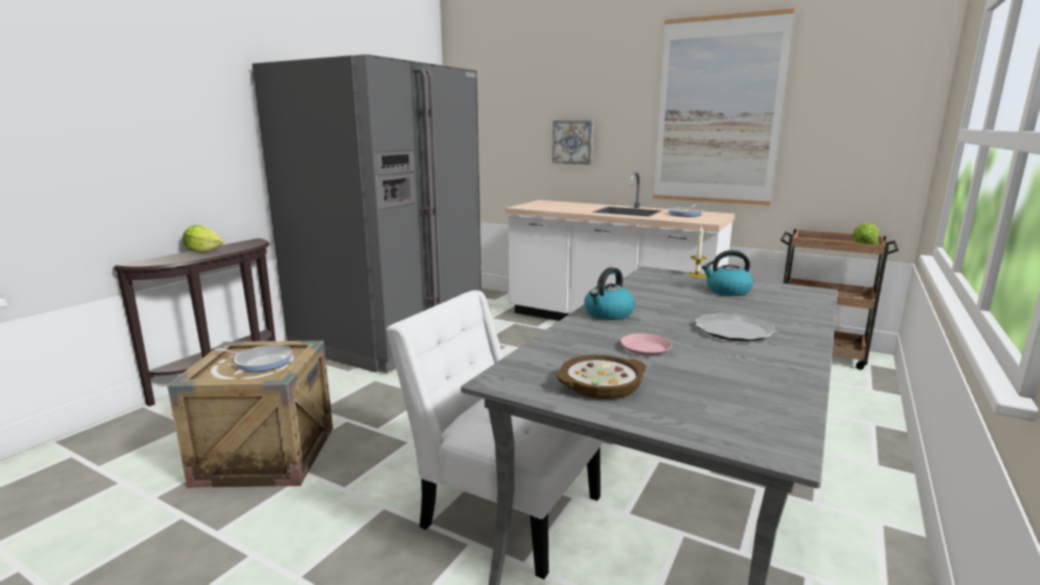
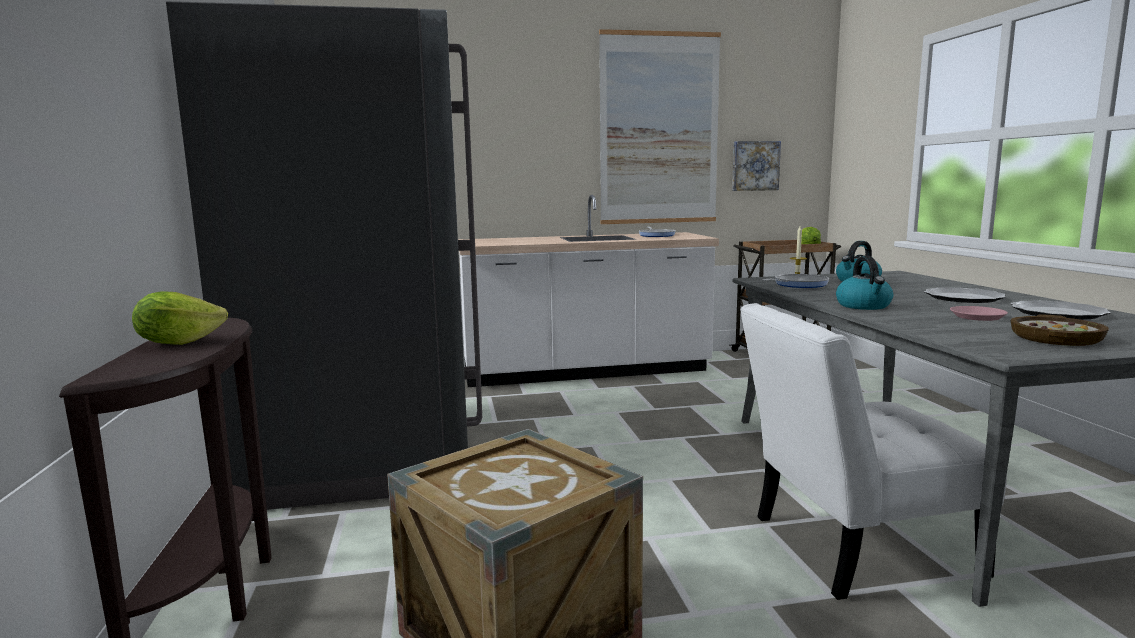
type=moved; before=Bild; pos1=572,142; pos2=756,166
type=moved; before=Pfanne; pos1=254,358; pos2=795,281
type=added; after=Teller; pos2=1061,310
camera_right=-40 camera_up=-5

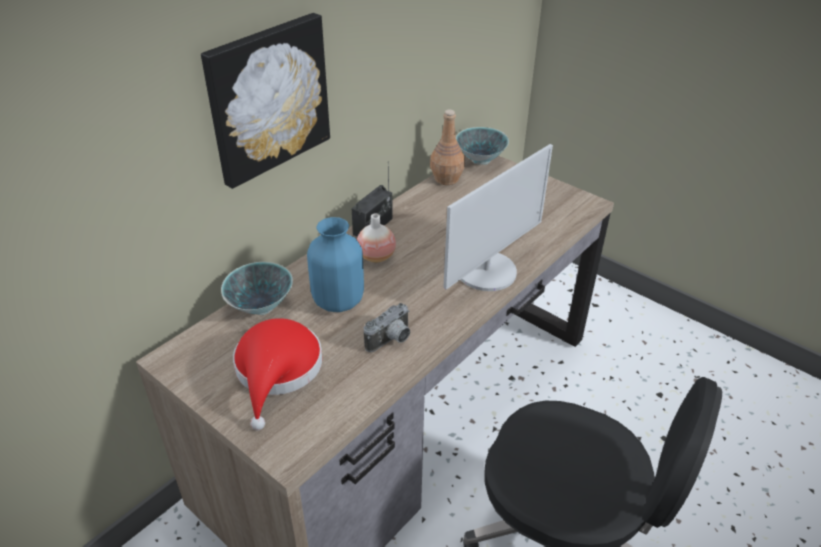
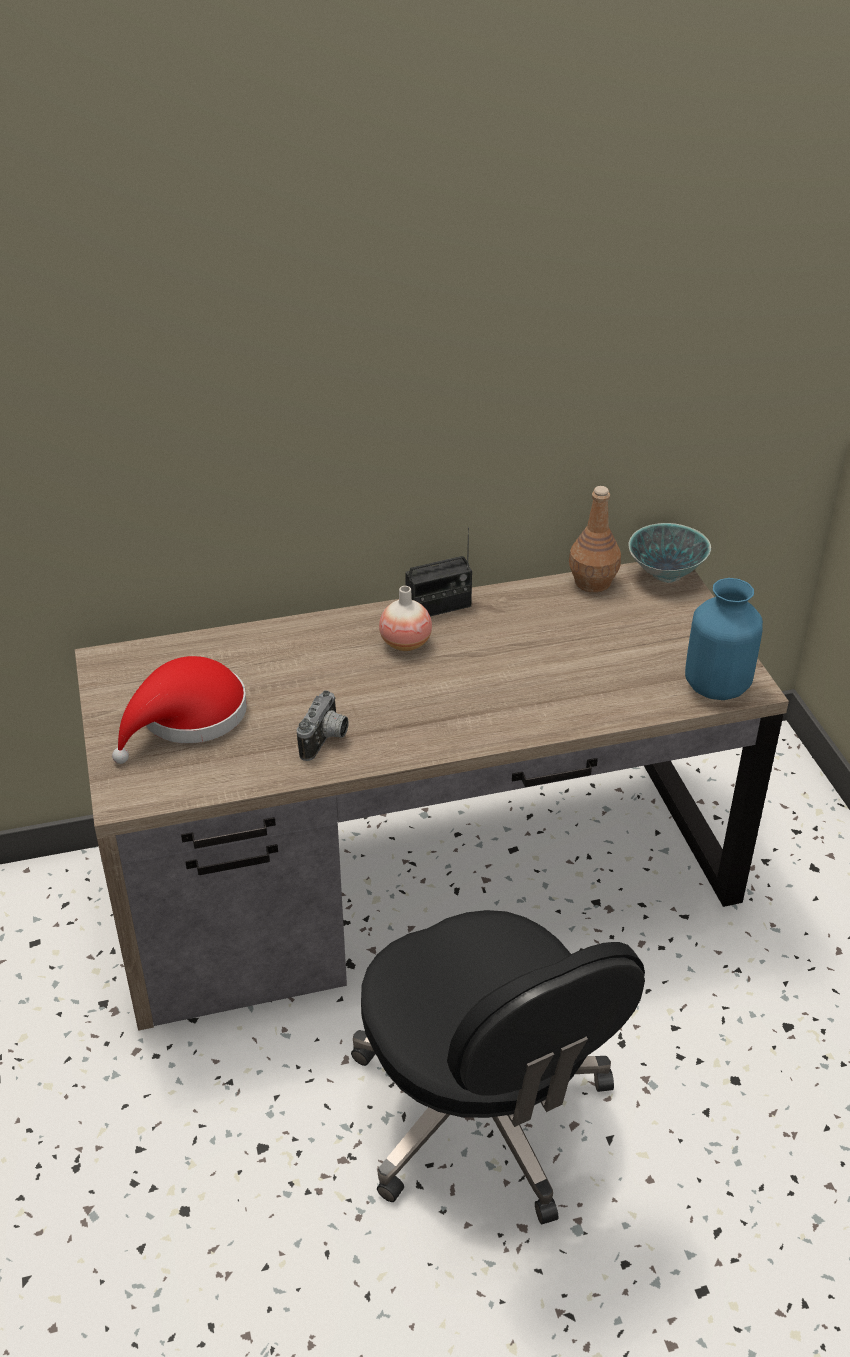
type=removed; before=Bild; pos1=265,101
type=removed; before=Monitor; pos1=498,217
type=moved; before=Vase (blau); pos1=335,264; pos2=724,639
type=removed; before=Schüssel; pos1=257,288
type=turned; before=Kamera; pos1=387,327; pos2=322,726; turn=-60
camera_right=35 camera_up=0

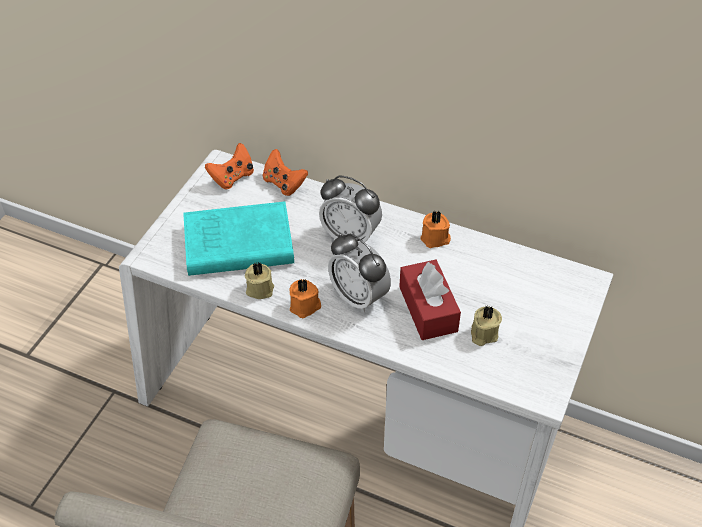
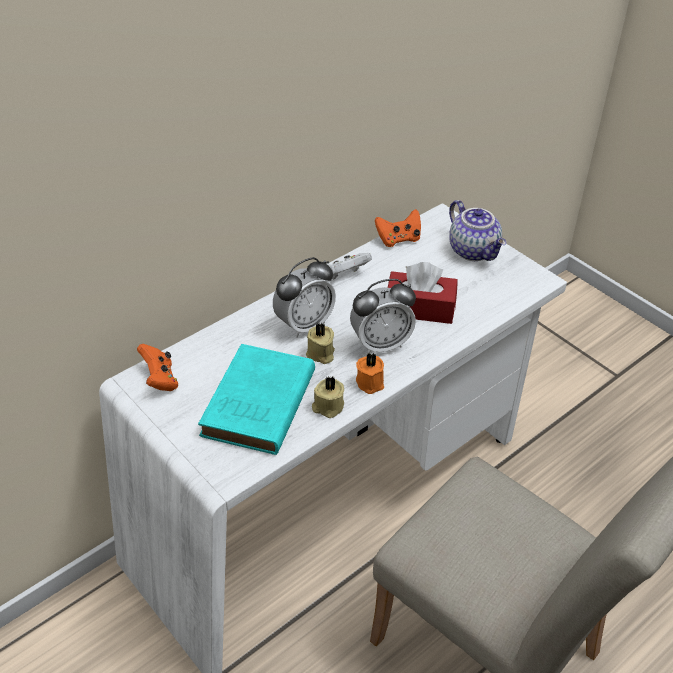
type=moved; before=Gamepad (orange); pos1=285,172; pos2=398,228
type=replaced; before=Kerze (orange); after=Gamepad (weiß); pos1=435,229; pos2=349,266
type=moved; before=Kerze (beige); pos1=486,326; pos2=320,343
type=added; after=Teekanne; pos2=477,230
camera_right=-65 camera_up=-5

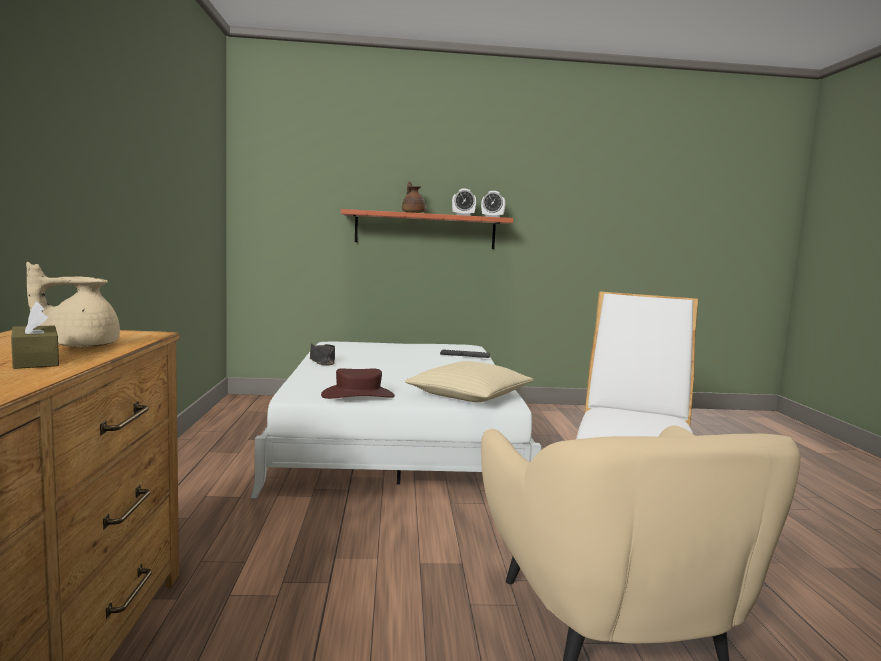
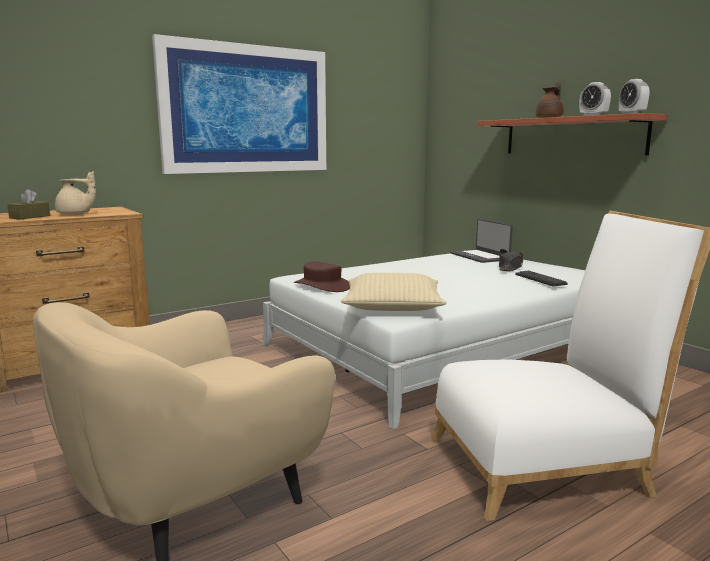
type=turned; before=Teekanne (beige); pos1=73,304; pos2=75,193; turn=150
type=moved; before=Hut (schwarz); pos1=322,354; pos2=511,260
type=added; after=Bild; pos2=239,104
type=added; after=Laptop; pos2=481,241
camera_right=60 camera_up=5

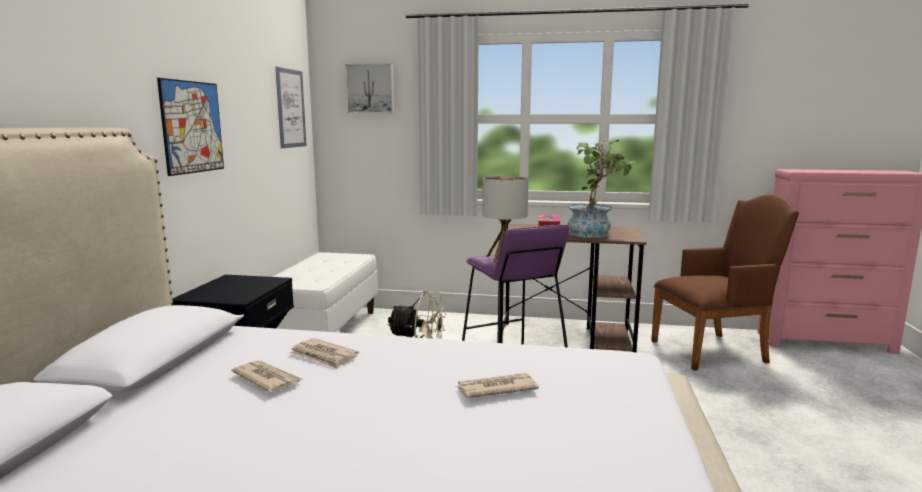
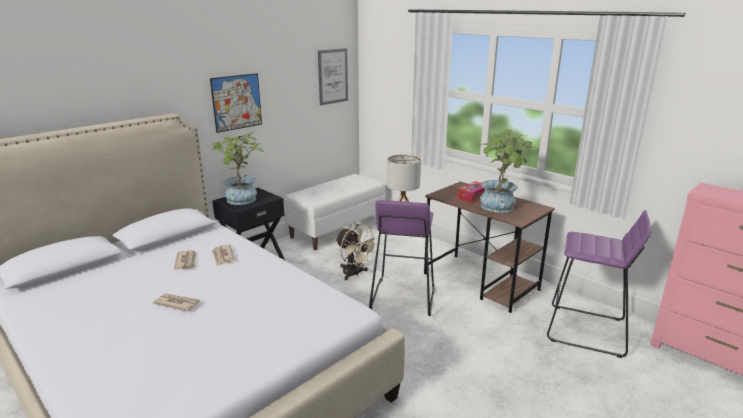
type=removed; before=Bild; pos1=369,88
type=replaced; before=Sessel (braun); after=Hocker (lila); pos1=725,283; pos2=599,284
type=moved; before=Zeitung; pos1=497,385; pos2=176,302
type=added; after=Topfpflanze; pos2=237,168
camera_right=35 camera_up=10

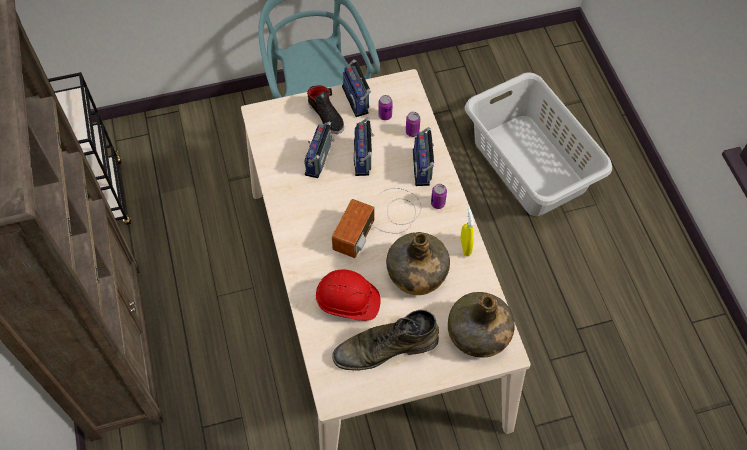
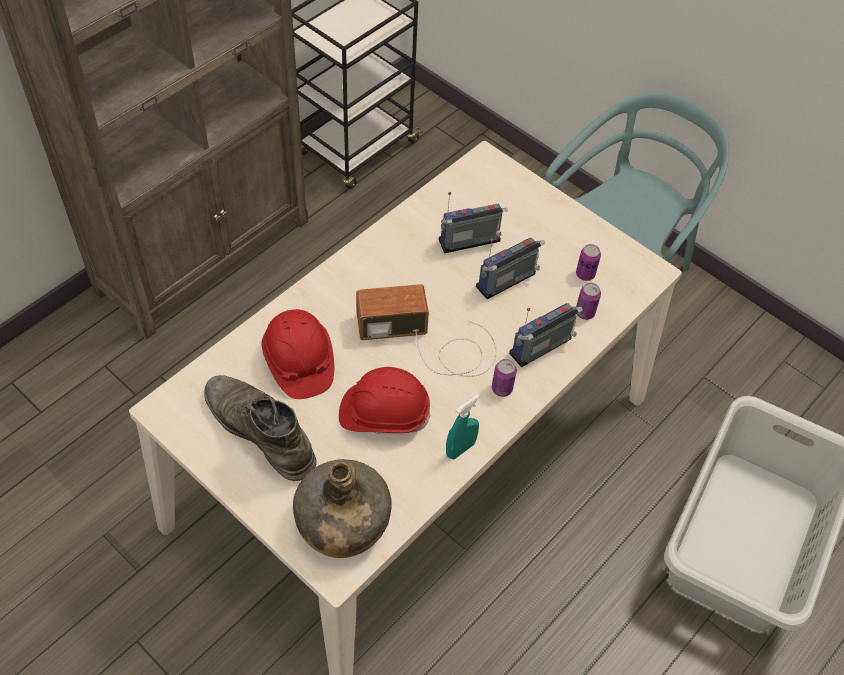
type=removed; before=Radio; pos1=356,88
type=removed; before=Schuh (schwarz); pos1=325,109
type=recoloured; before=Sprühflasche (gelb); after=Sprühflasche (türkis); pos1=467,232; pos2=463,426
type=replaced; before=Flasche (grün); after=Schutzhelm (rot); pos1=418,263; pos2=385,400
camera_right=55 camera_up=-5

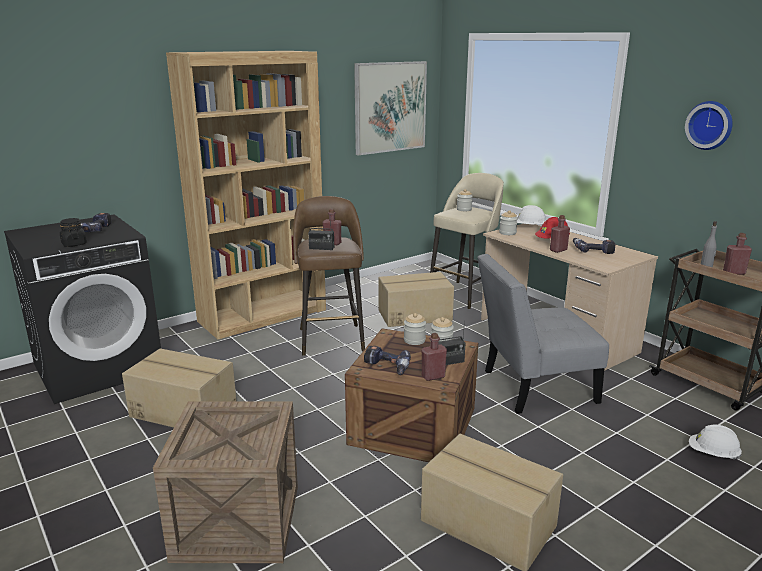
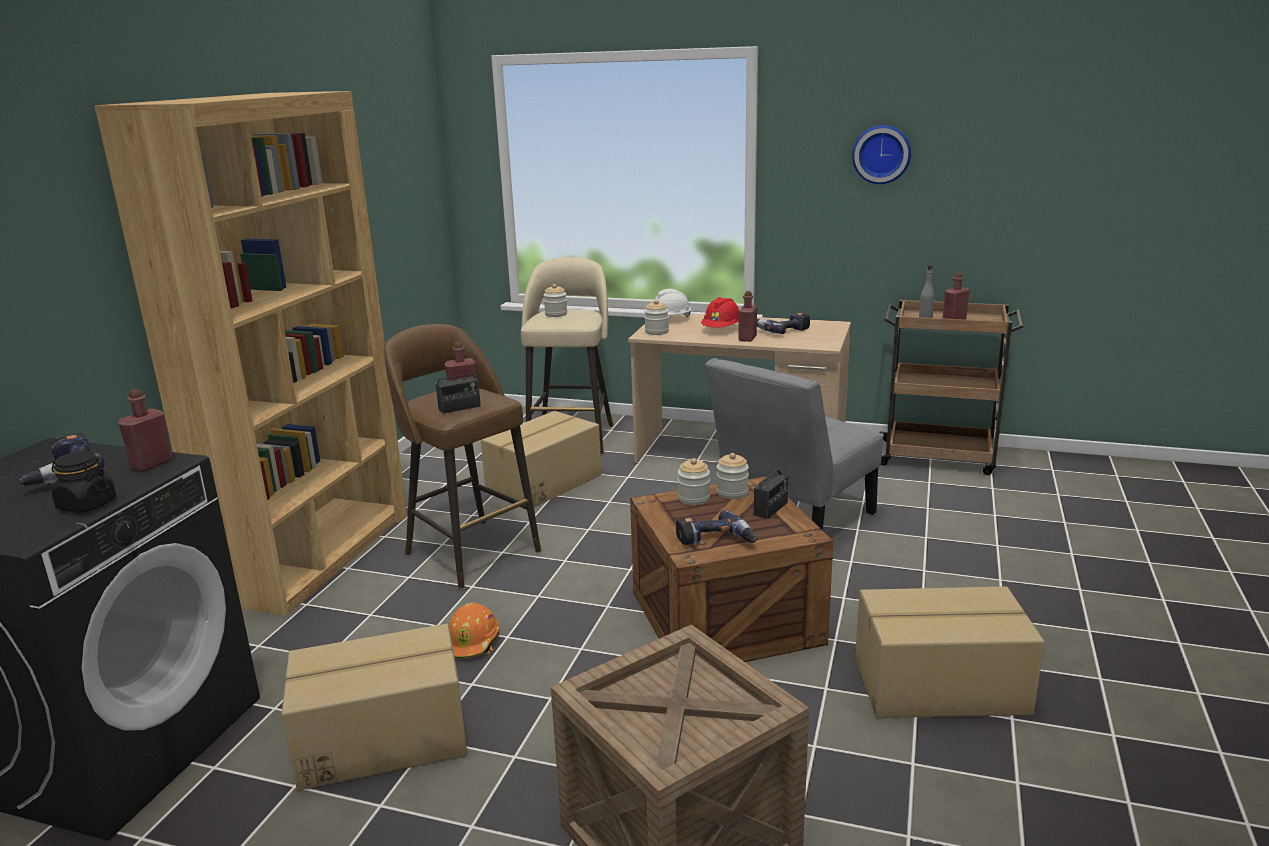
type=removed; before=Bild; pos1=390,108
type=moved; before=Flasche (rot); pos1=434,357; pos2=145,430
type=removed; before=Schutzhelm (weiß); pos1=715,442
type=added; after=Schutzhelm (orange); pos2=474,630
camera_right=-35 camera_up=0

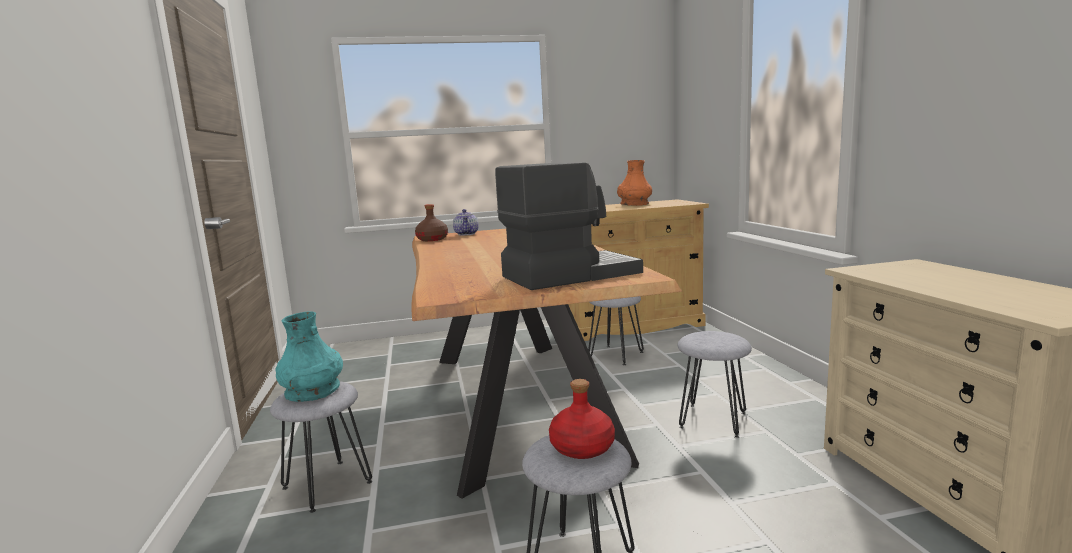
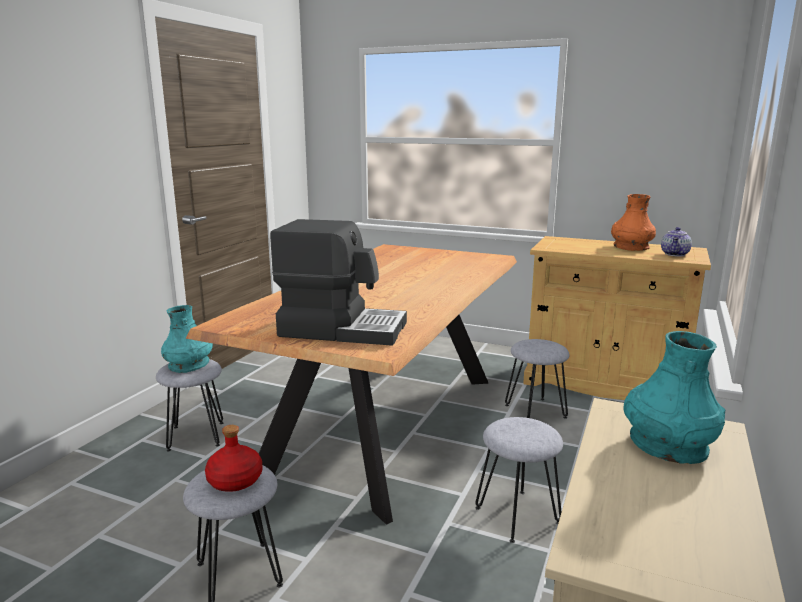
type=removed; before=Flasche (braun); pos1=431,222
type=moved; before=Teekanne; pos1=466,222; pos2=676,242
type=added; after=Vase (türkis); pos2=674,397
camera_right=35 camera_up=5

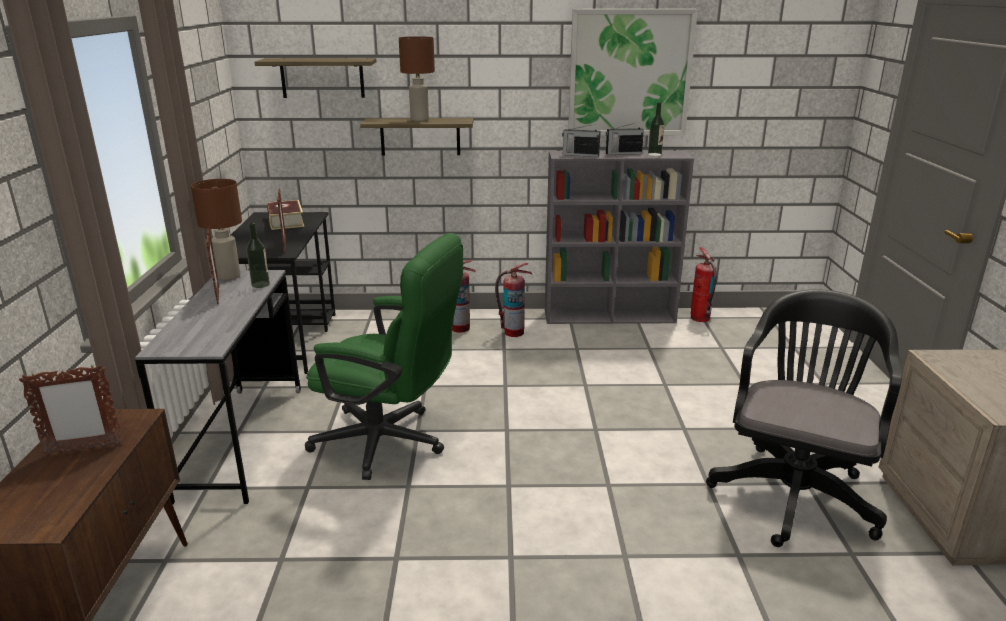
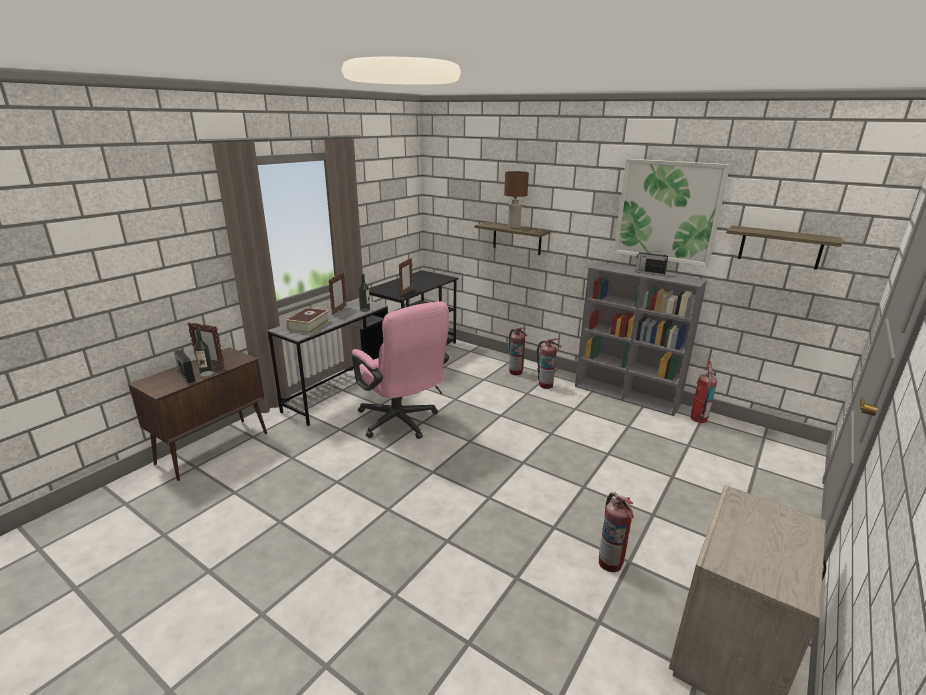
type=moved; before=Wandregal; pos1=315,78; pos2=784,247
type=moved; before=Flasche; pos1=656,129; pos2=204,353
type=moved; before=Radio; pos1=581,140; pos2=184,366
type=removed; before=Tischlampe (braun); pos1=216,229
type=moved; before=Buch; pos1=285,215; pos2=308,320
type=recoloured; before=Bürostuhl (grün); after=Bürostuhl (rosa); pos1=384,356; pos2=400,370
type=replaced; before=Bürostuhl (schwarz); after=Feuerlöscher; pos1=804,418; pos2=616,532
camera_right=35 camera_up=0

